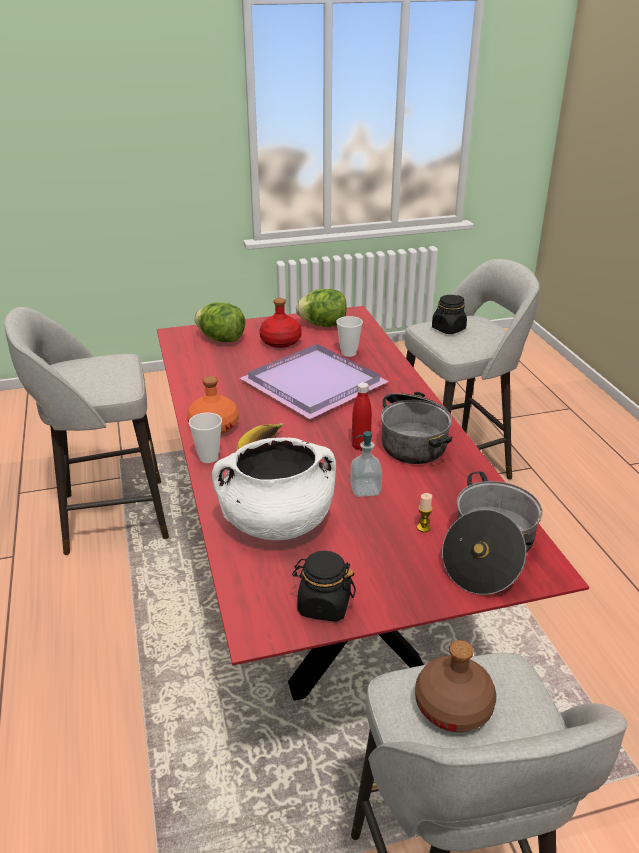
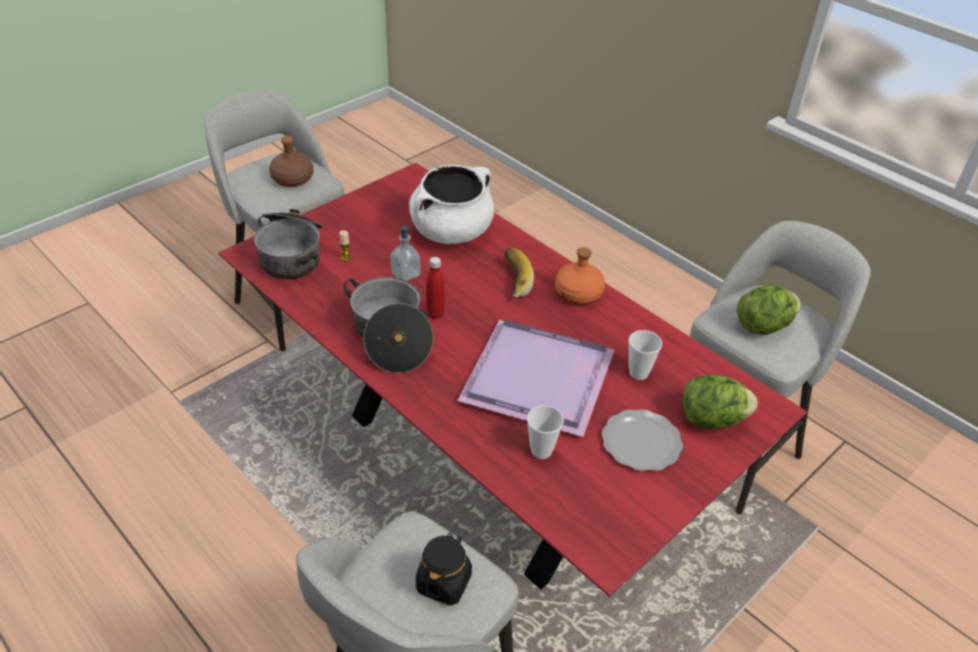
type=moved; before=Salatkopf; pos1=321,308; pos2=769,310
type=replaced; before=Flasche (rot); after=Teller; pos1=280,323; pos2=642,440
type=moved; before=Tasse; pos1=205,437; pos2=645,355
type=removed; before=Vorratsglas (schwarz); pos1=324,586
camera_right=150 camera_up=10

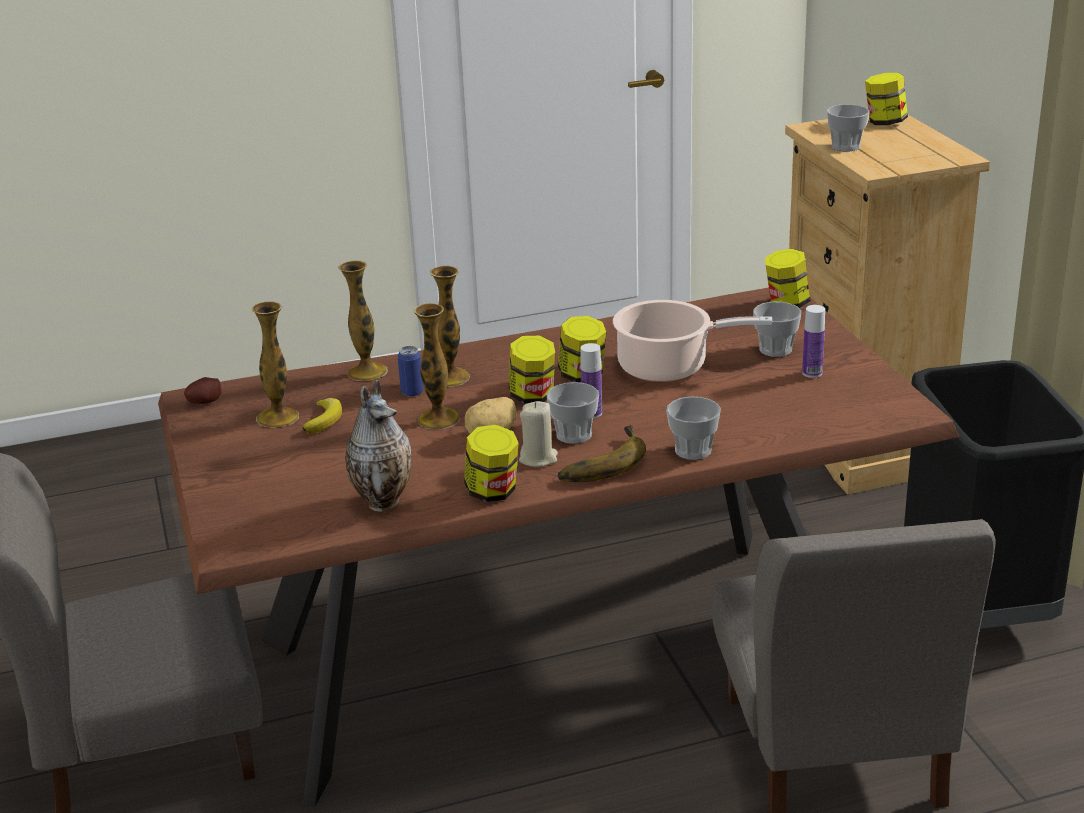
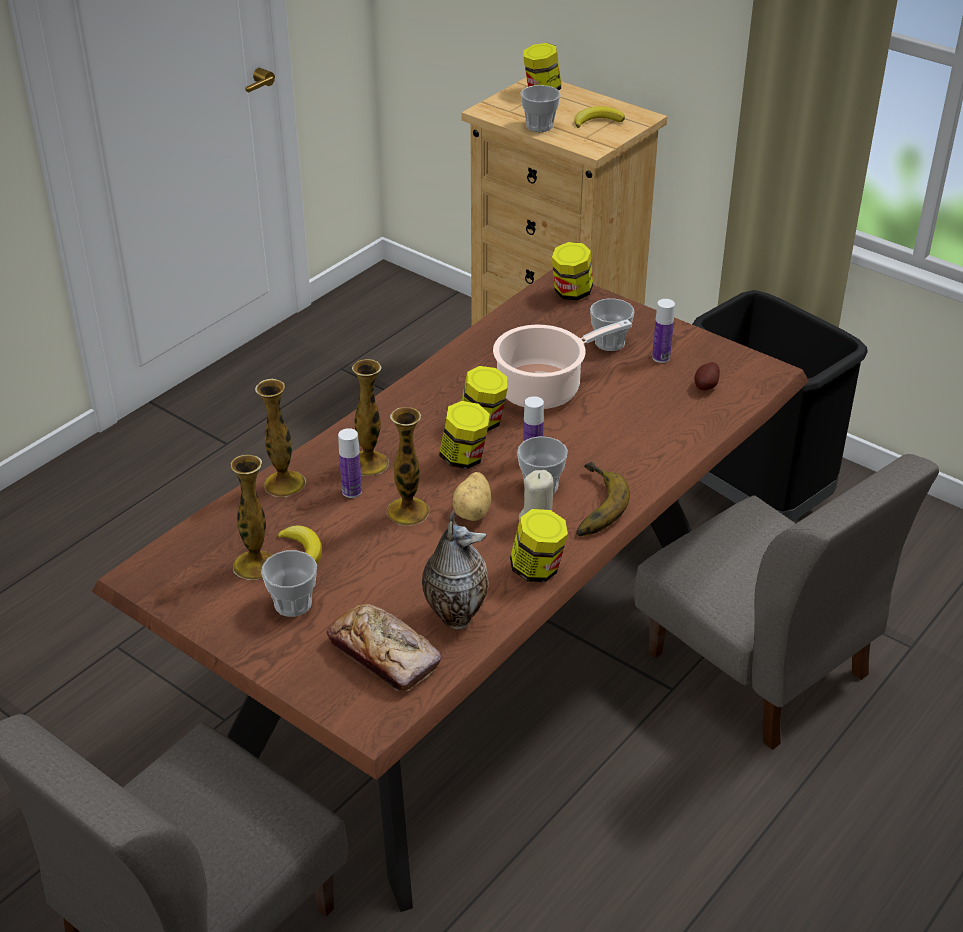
type=replaced; before=Dose; after=Flasche; pos1=410,371; pos2=350,463
type=moved; before=Kartoffel; pos1=202,390; pos2=707,376
type=moved; before=Tasse; pos1=693,428; pos2=289,583
type=added; after=Banane; pos2=599,117
type=added; after=Brot; pos2=384,647
camera_right=-35 camera_up=10

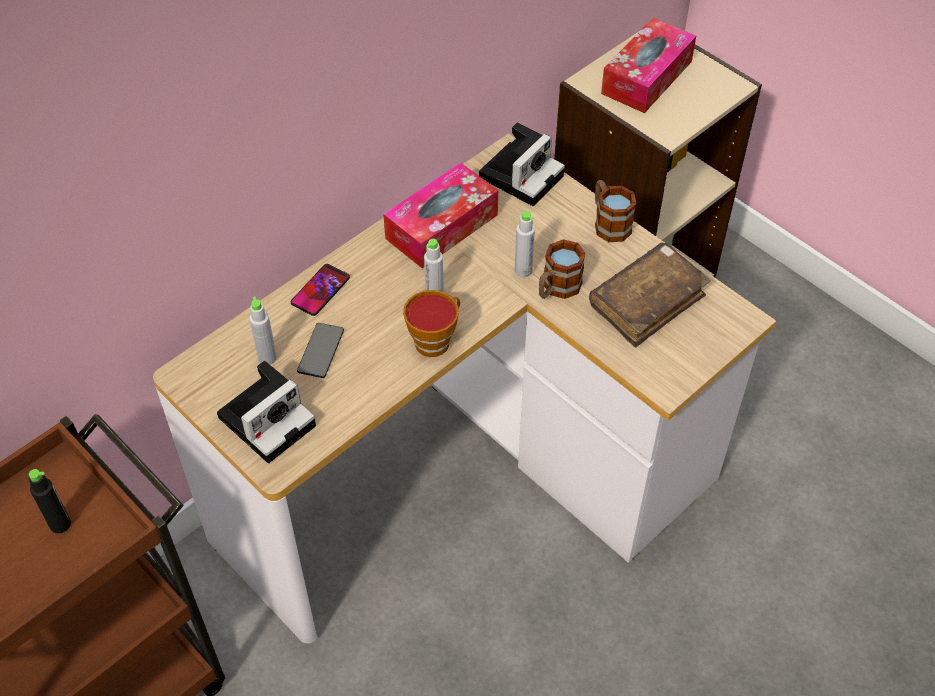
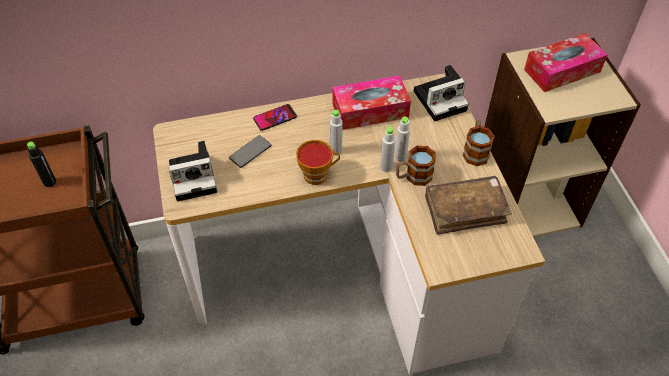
type=moved; before=Flasche (grau); pos1=263,331; pos2=388,148
camera_right=30 camera_up=0

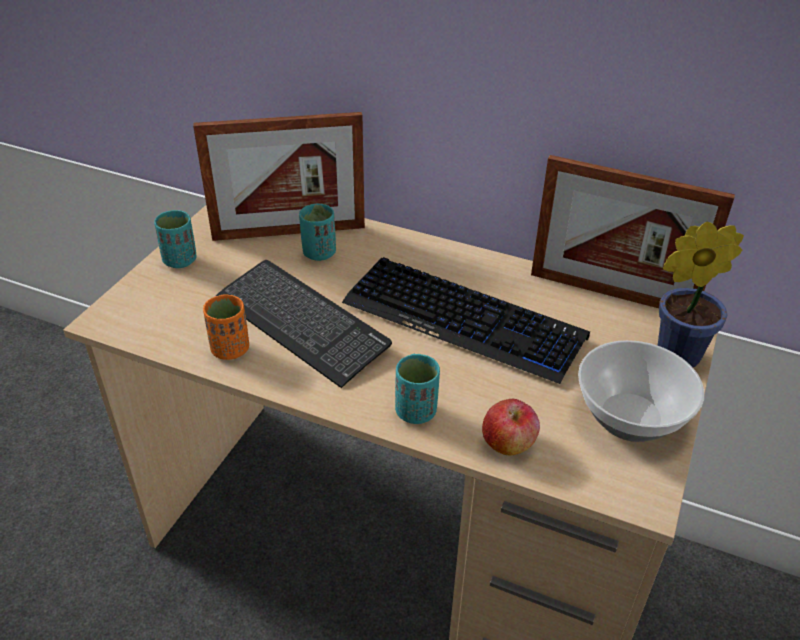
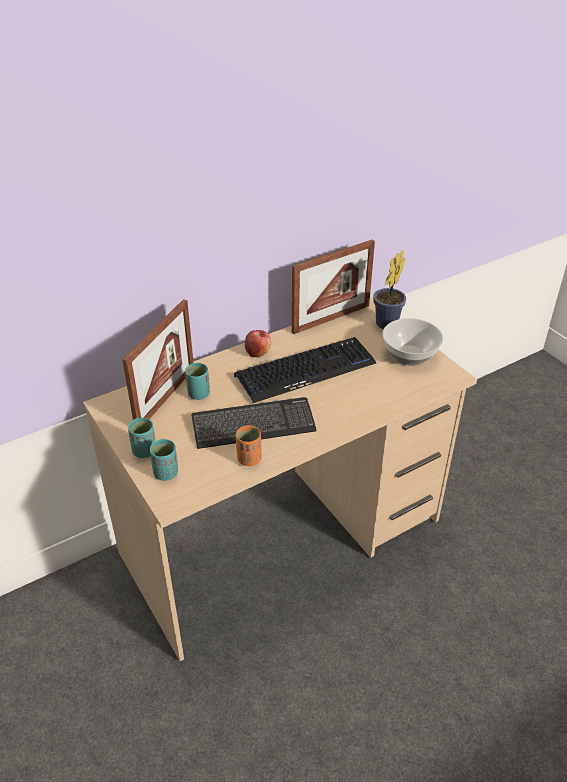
type=moved; before=Tasse (türkis); pos1=417,389; pos2=164,460
type=moved; before=Apfel; pos1=511,426; pos2=258,343
camera_right=-55 camera_up=0

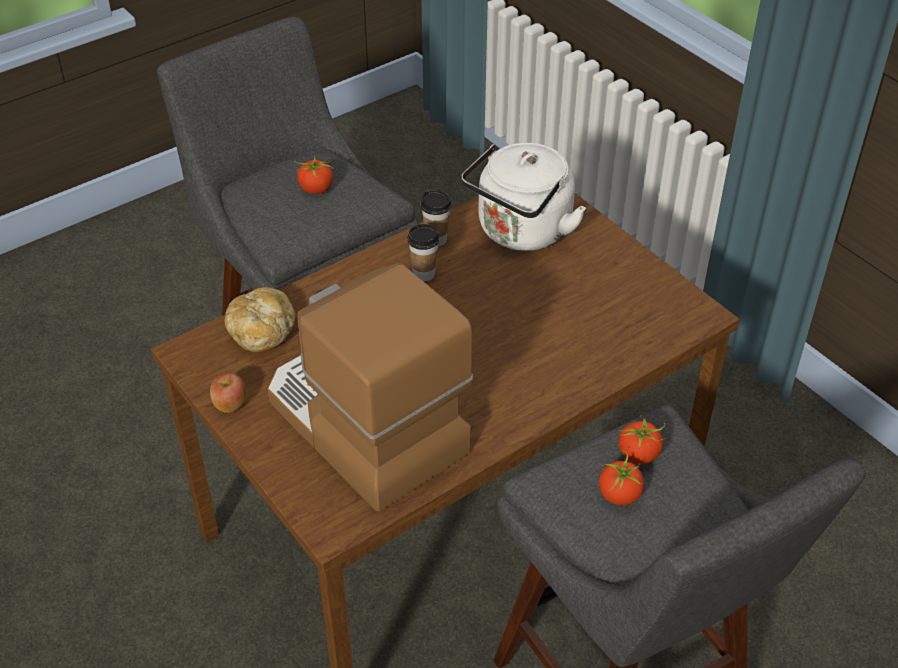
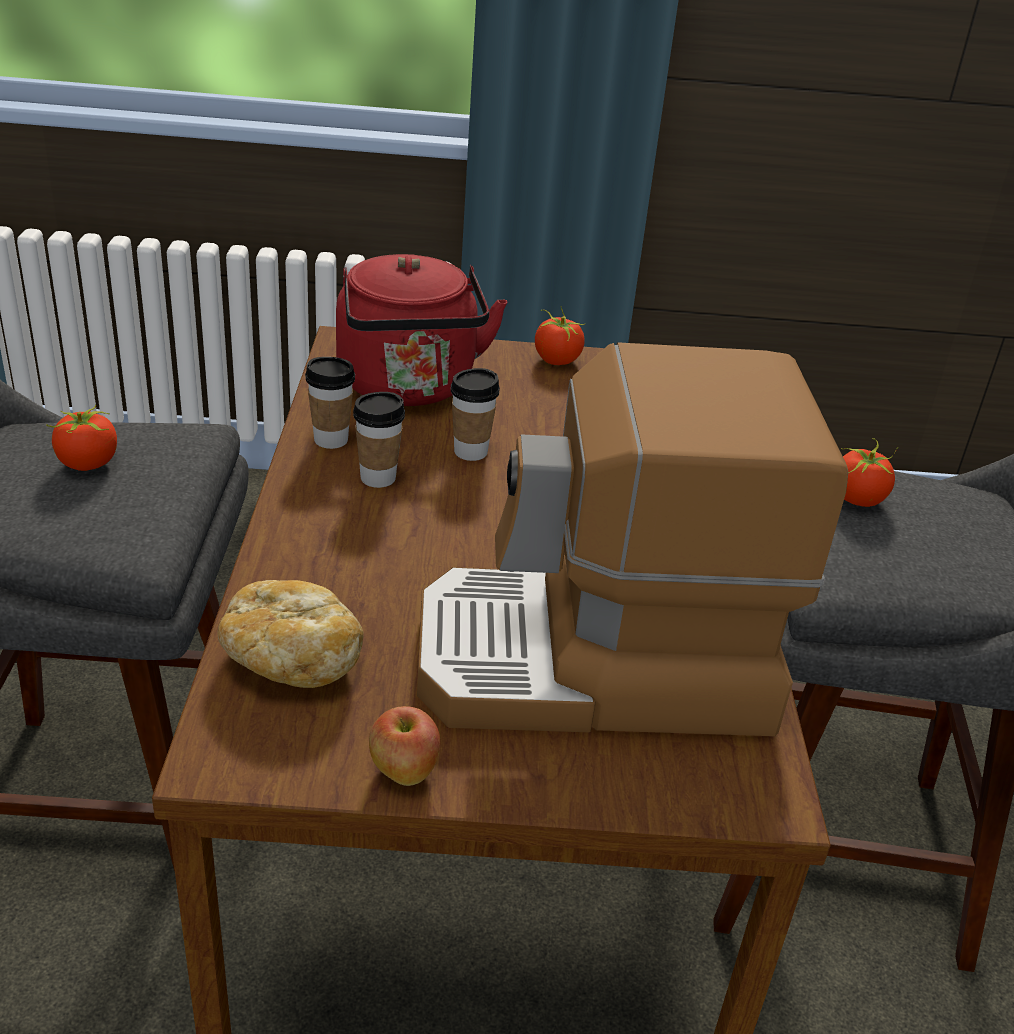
type=recoloured; before=Wasserkessel (weiß); after=Wasserkessel (rot); pos1=523,197; pos2=421,330
type=moved; before=Tomate; pos1=621,477; pos2=560,336
type=added; after=Tasse; pos2=475,414
camera_right=-55 camera_up=-10

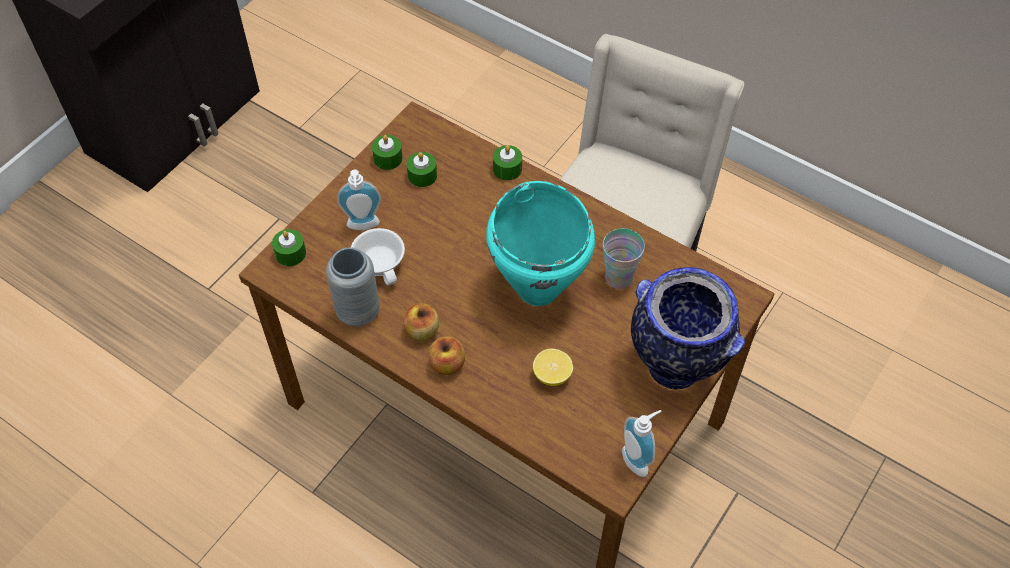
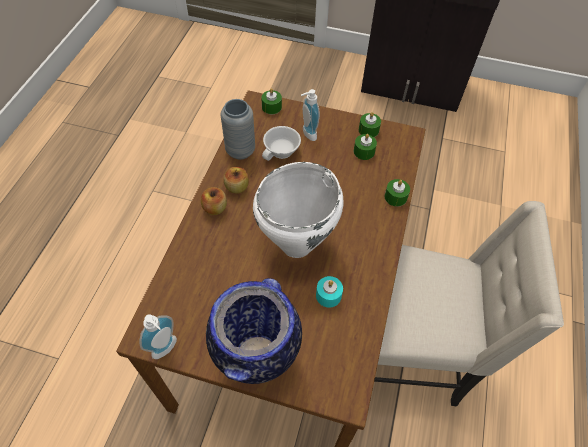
type=recoloured; before=Kochtopf (türkis); after=Kochtopf (weiß); pos1=540,243; pos2=298,210
type=replaced; before=Tasse; after=Kerze (türkis); pos1=624,258; pos2=329,292
type=removed; before=Zitrone; pos1=553,367
camera_right=70 camera_up=0

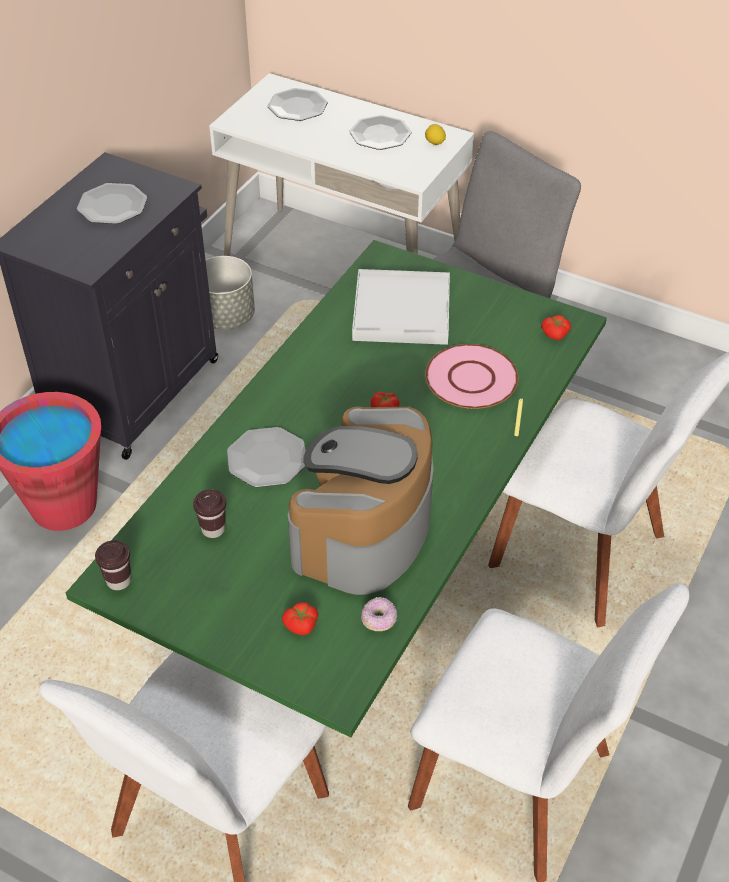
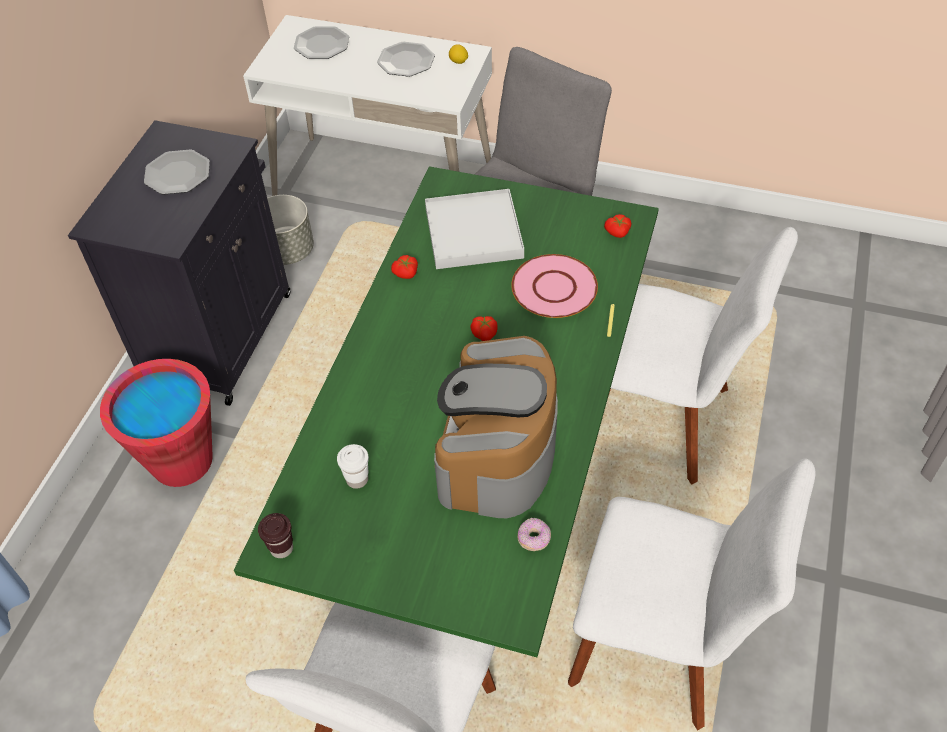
type=removed; before=Teller; pos1=266,457
type=recoloured; before=Tasse (braun); after=Tasse (weiß); pos1=209,513; pos2=353,466
type=moved; before=Tomate; pos1=300,618; pos2=404,267
camera_right=-10 camera_up=5

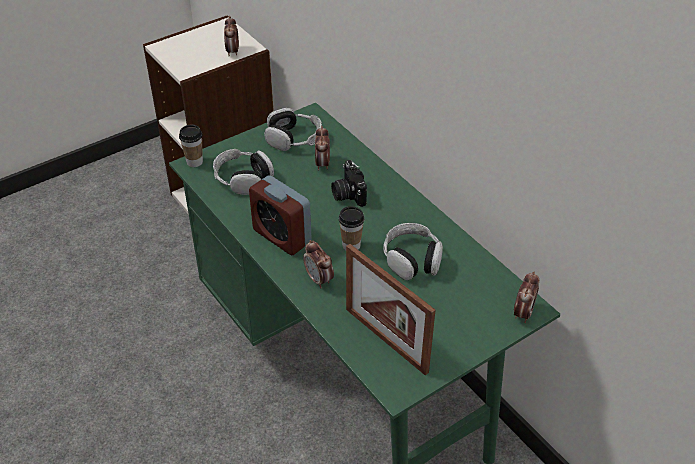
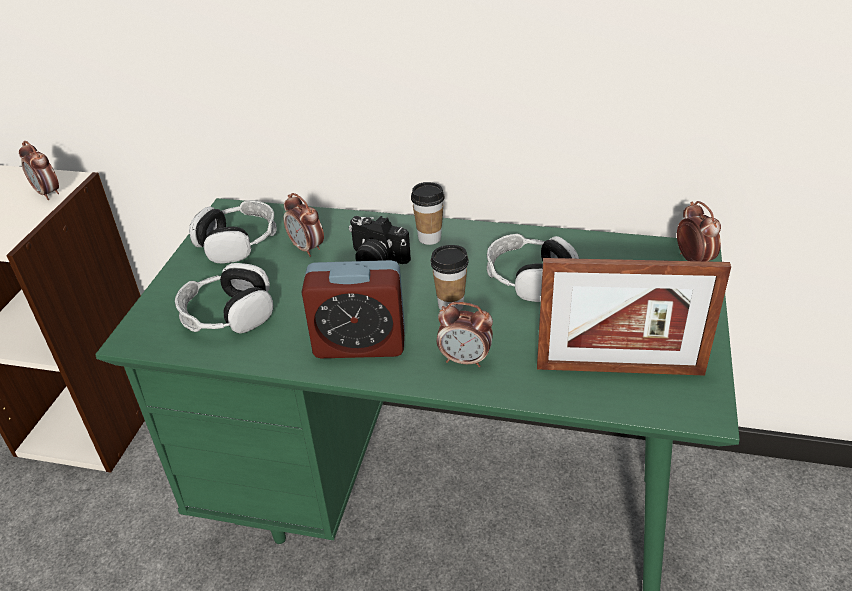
type=moved; before=Tasse; pos1=191,146; pos2=427,213
camera_right=-40 camera_up=-5

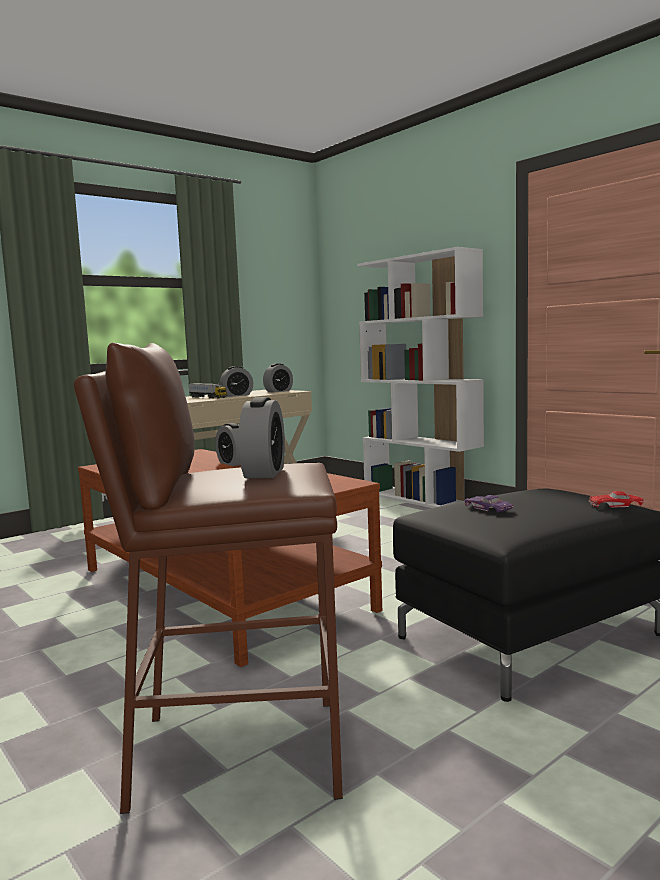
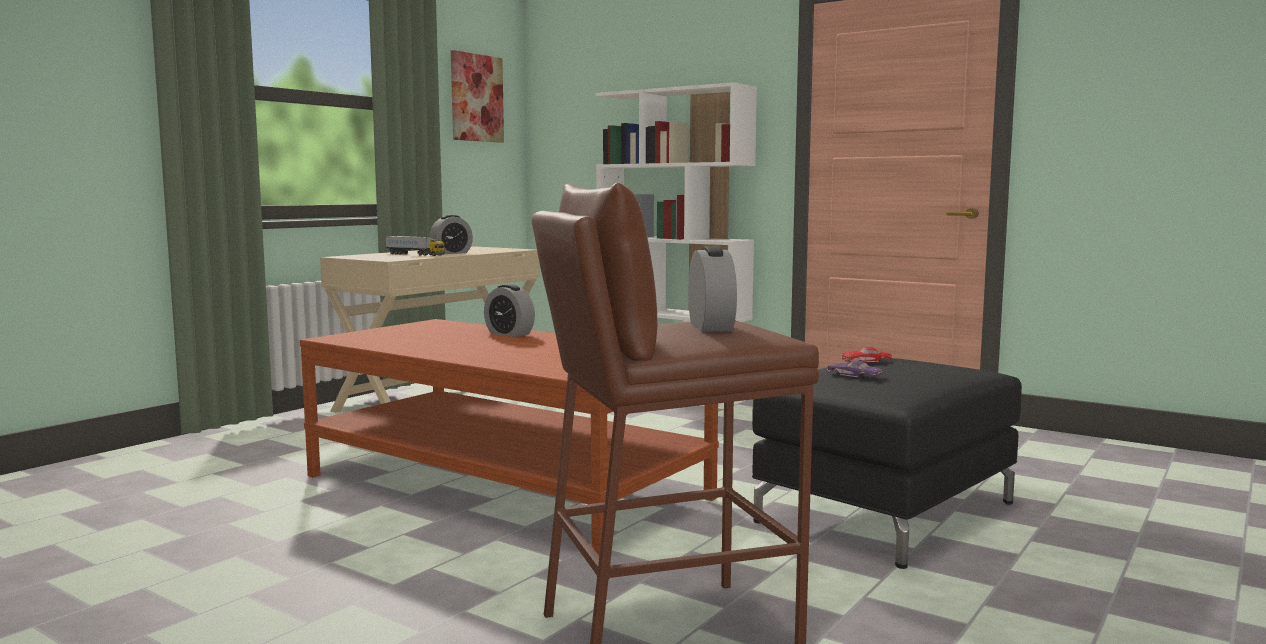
type=removed; before=Wecker; pos1=278,377
type=moved; before=Spielzeugauto (rot); pos1=616,499; pos2=866,355
type=added; after=Bild; pos2=477,96
camera_right=-15 camera_up=0

